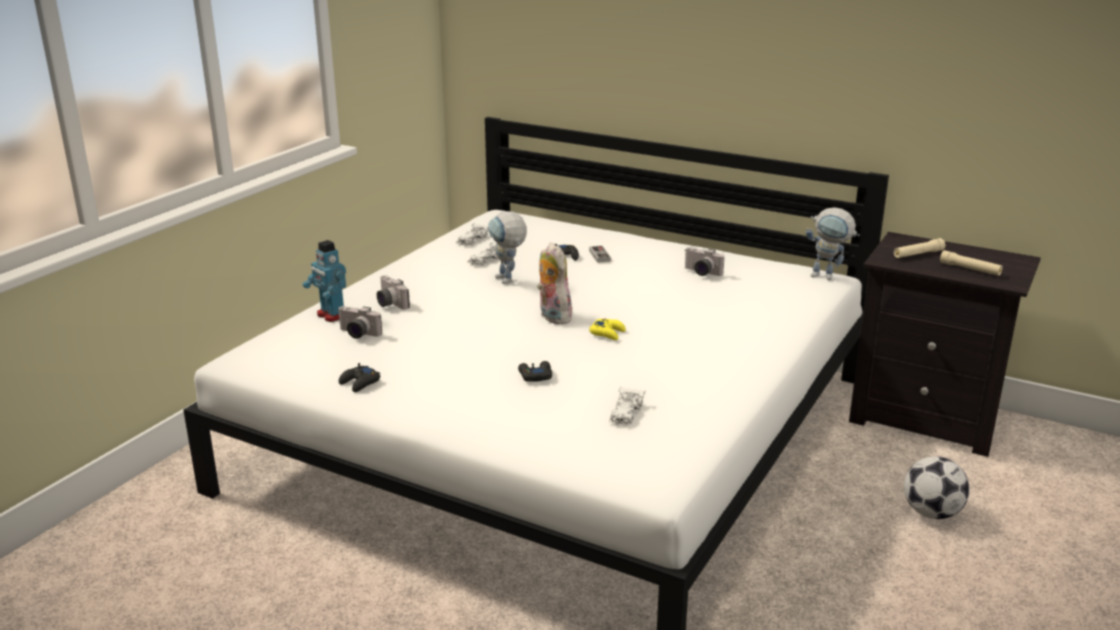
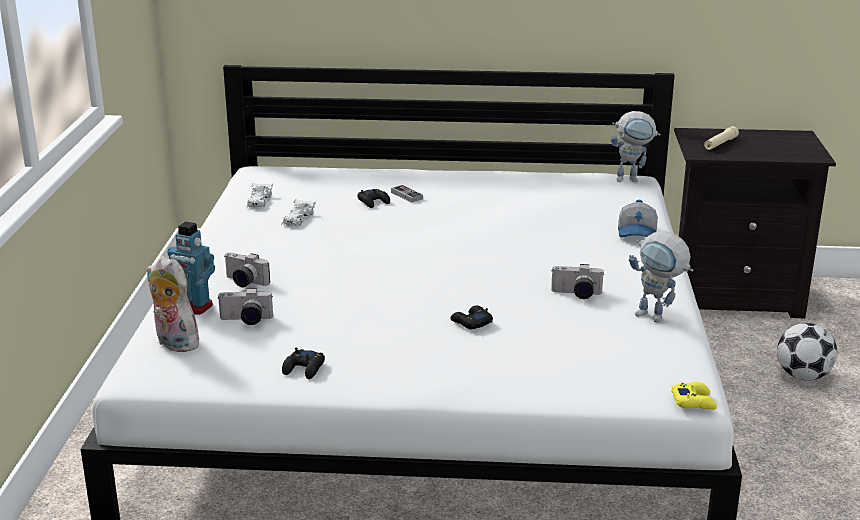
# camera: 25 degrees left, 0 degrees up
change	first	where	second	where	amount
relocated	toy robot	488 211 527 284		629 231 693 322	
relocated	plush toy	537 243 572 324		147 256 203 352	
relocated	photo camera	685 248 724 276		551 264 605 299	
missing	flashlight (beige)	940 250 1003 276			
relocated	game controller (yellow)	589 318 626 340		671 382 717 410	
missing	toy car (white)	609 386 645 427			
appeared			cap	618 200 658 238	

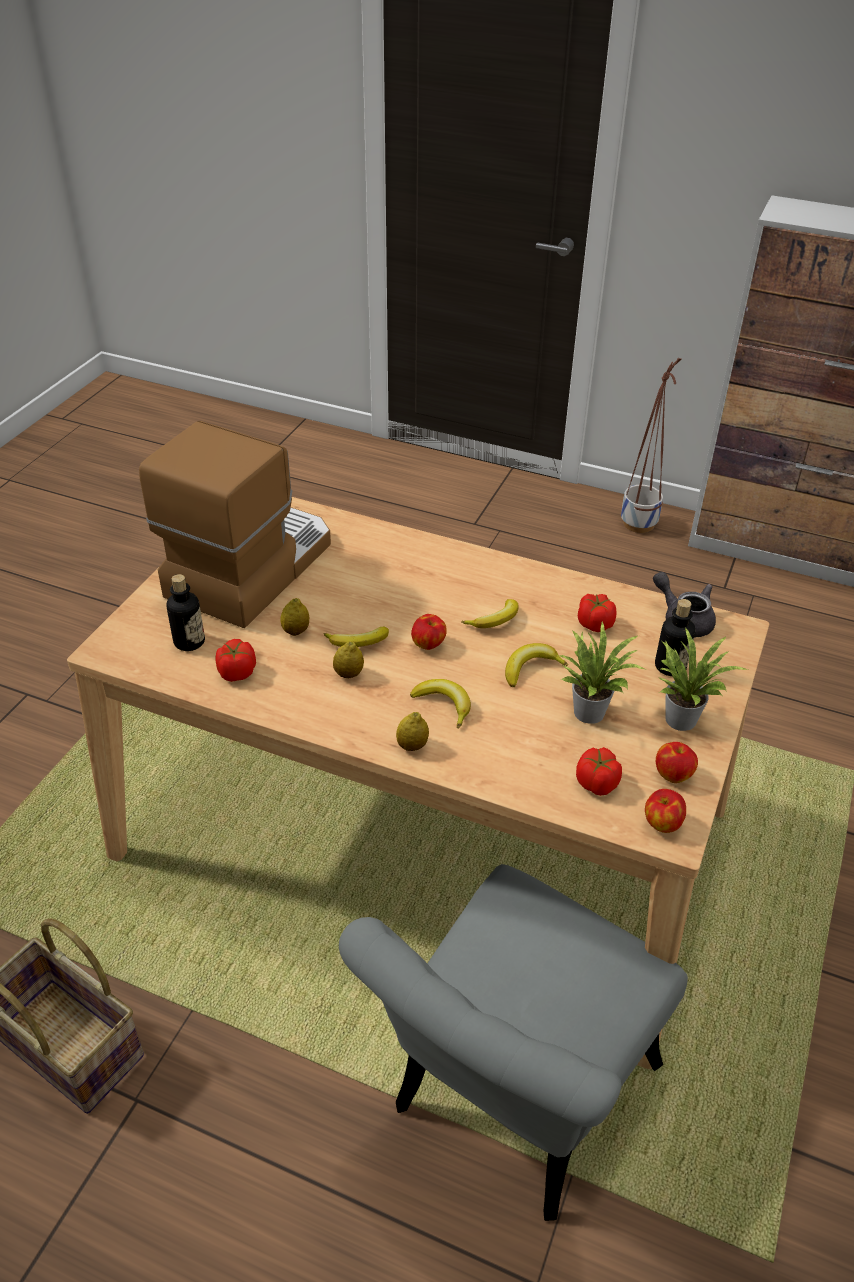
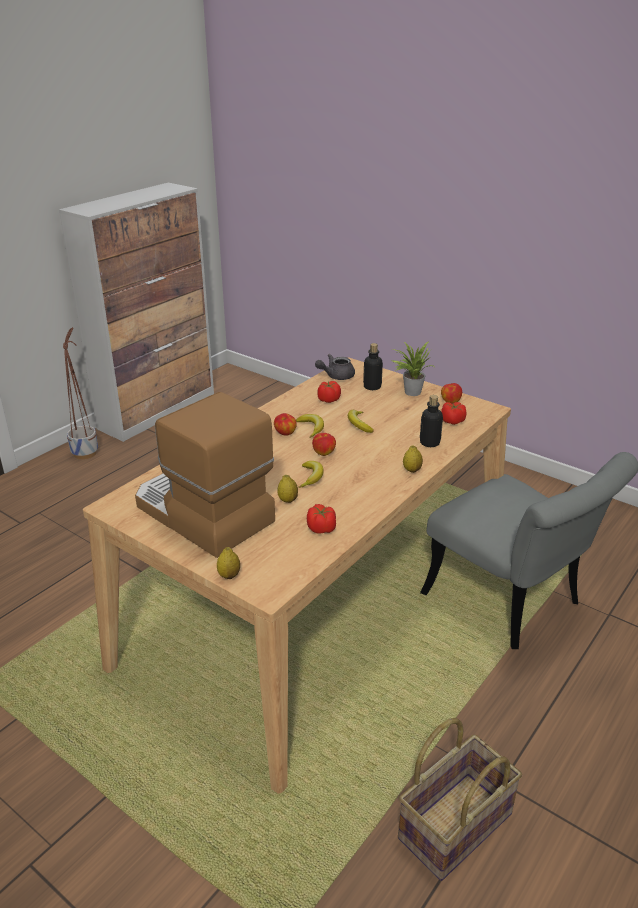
# camera: 75 degrees left, 10 degrees down
change	first	where	second	where	amount
relocated	bottle	166 574 205 651		420 395 443 447	
missing	potted plant	558 622 645 724			
relocated	lemon	333 641 364 678		217 547 240 579	
missing	banana	410 679 471 729			
relocated	apple	645 789 686 833		274 413 297 436	

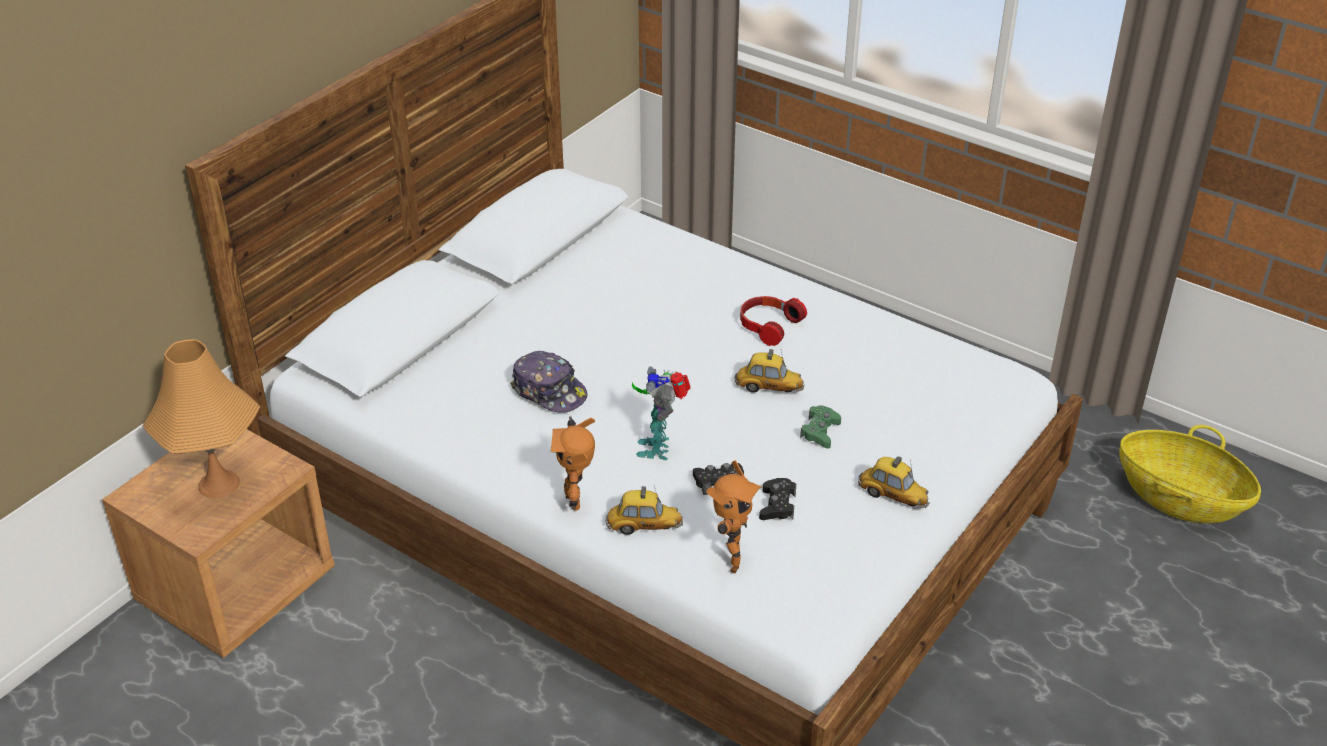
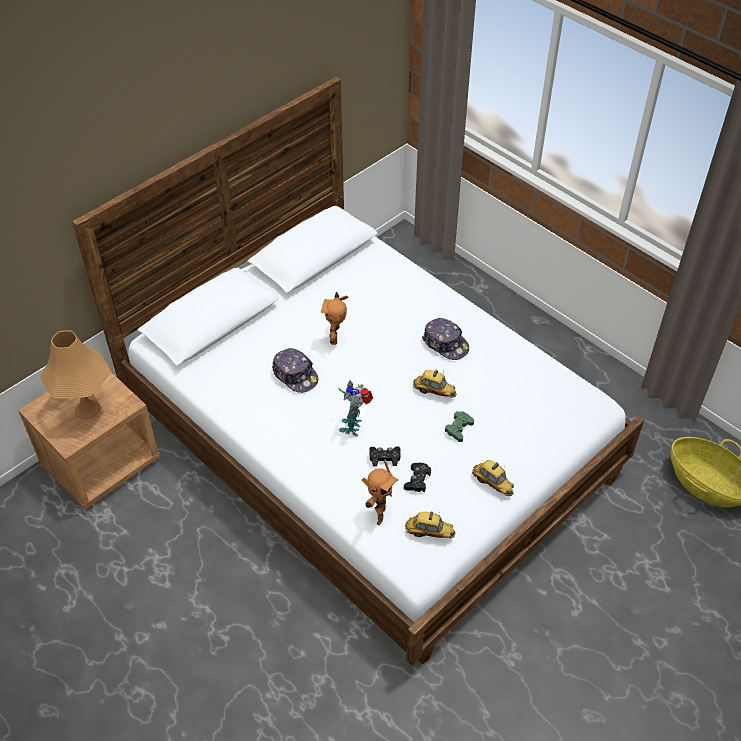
# camera: 10 degrees right, 10 degrees up
change	first	where	second	where	amount
exchanged	headphones	740 296 807 346	cap	422 318 469 360	
relocated	toy robot	551 417 595 511		321 292 349 345	
relocated	toy car	605 486 683 535		405 511 455 539	

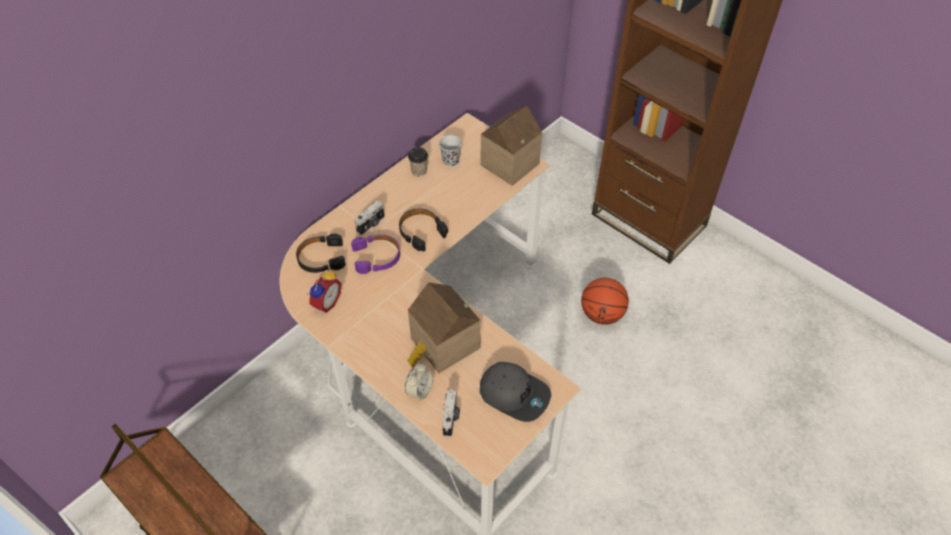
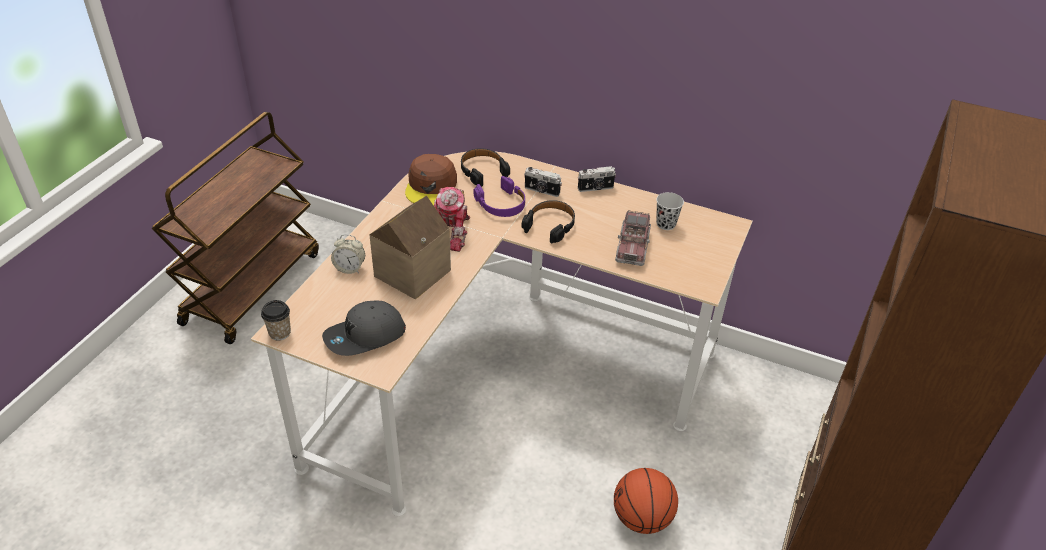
# camera: 70 degrees right, 10 degrees down
change	first	where	second	where	amount
missing	toy house	481 106 542 186			
relocated	cup	408 147 428 176		261 300 291 340	
exchanged	alarm clock	307 270 341 313	cap (brown)	405 154 457 205	
spun	cap (grey)	480 362 551 422		322 301 406 356	45 degrees clockwise
relocated	photo camera	442 389 460 437		578 166 616 192	
appeared			toy robot	434 187 470 252	
appeared			toy truck	615 210 651 266	

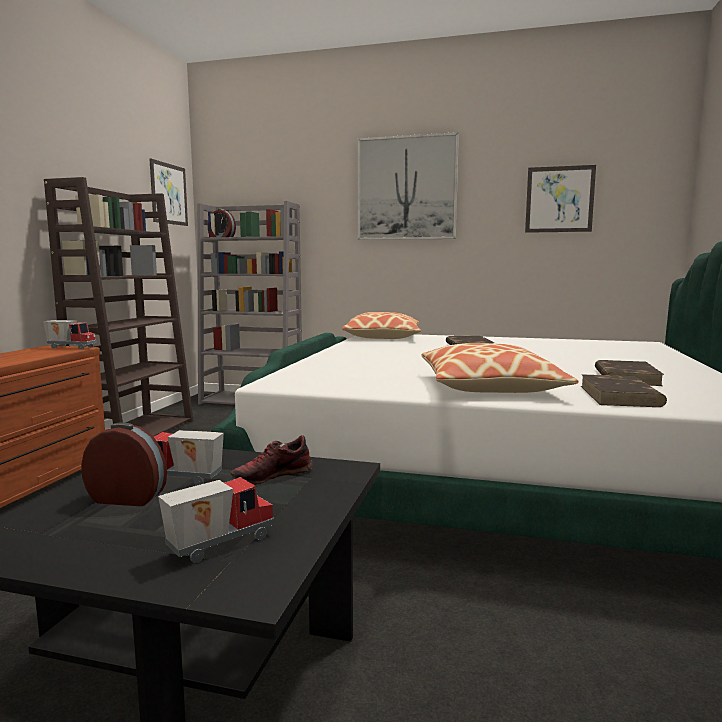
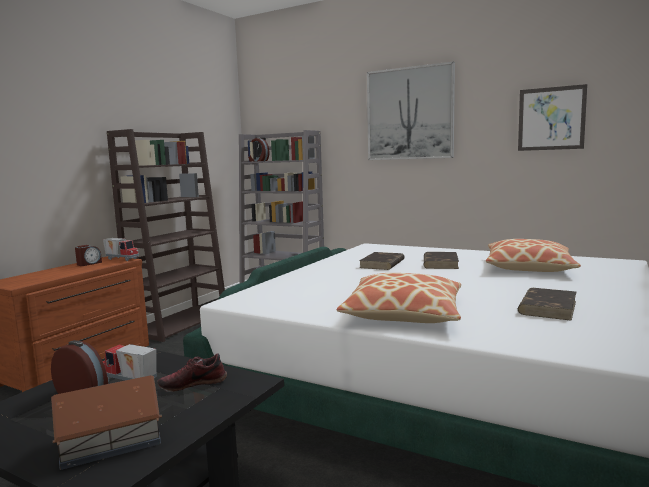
# camera: 15 degrees right, 0 degrees up
change	first	where	second	where	amount
missing	picture	149 158 188 226			
relocated	pillow	342 312 421 339		486 239 581 272	
relocated	book (brown)	581 375 667 407		359 252 404 270	
exchanged	toy truck	158 477 274 563	toy house	51 375 162 470	
appeared			alarm clock	75 245 102 266	

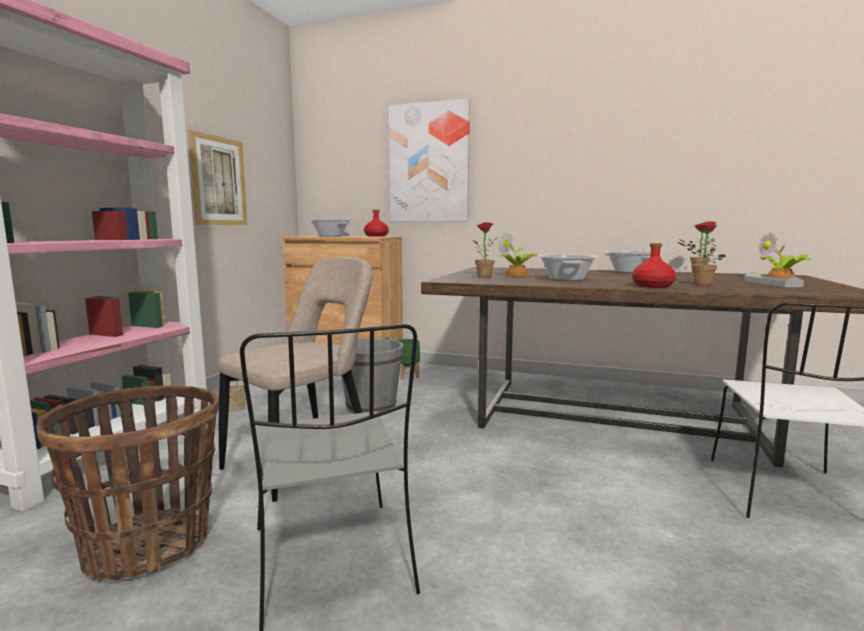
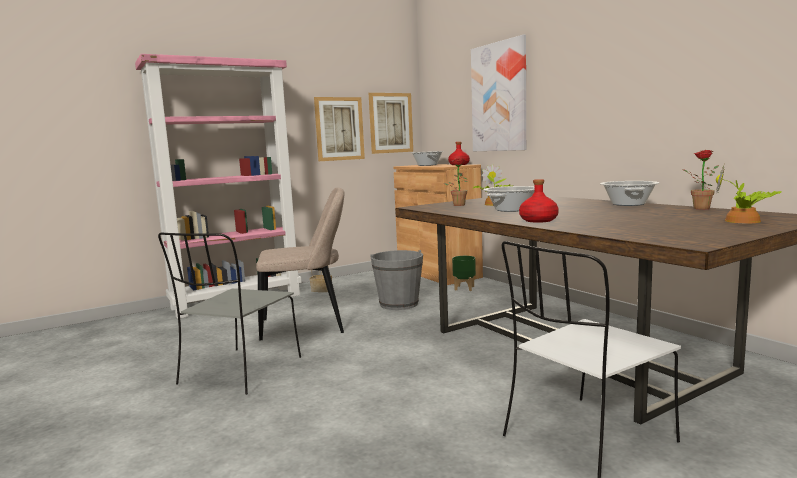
# camera: 40 degrees right, 0 degrees up
change	first	where	second	where	amount
missing	potted plant	678 221 725 286			
missing	tray (grey)	744 271 804 287			
missing	basket	37 385 219 582			
appeared			picture	369 93 413 154	

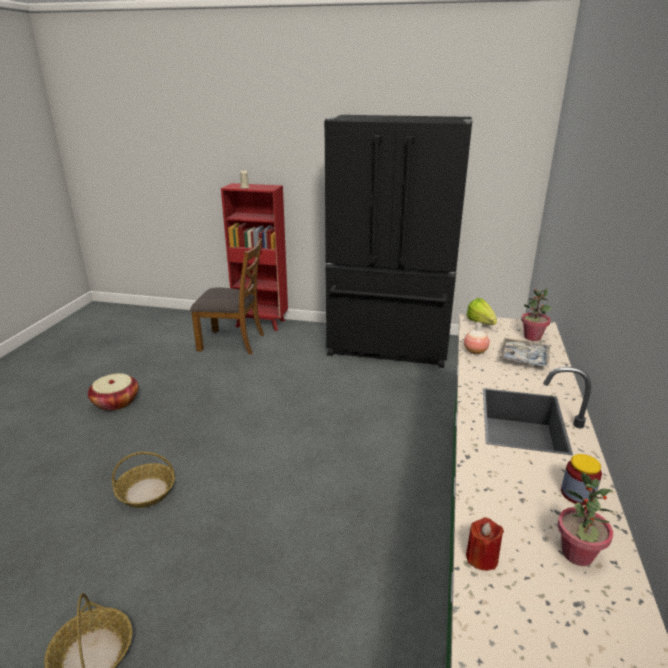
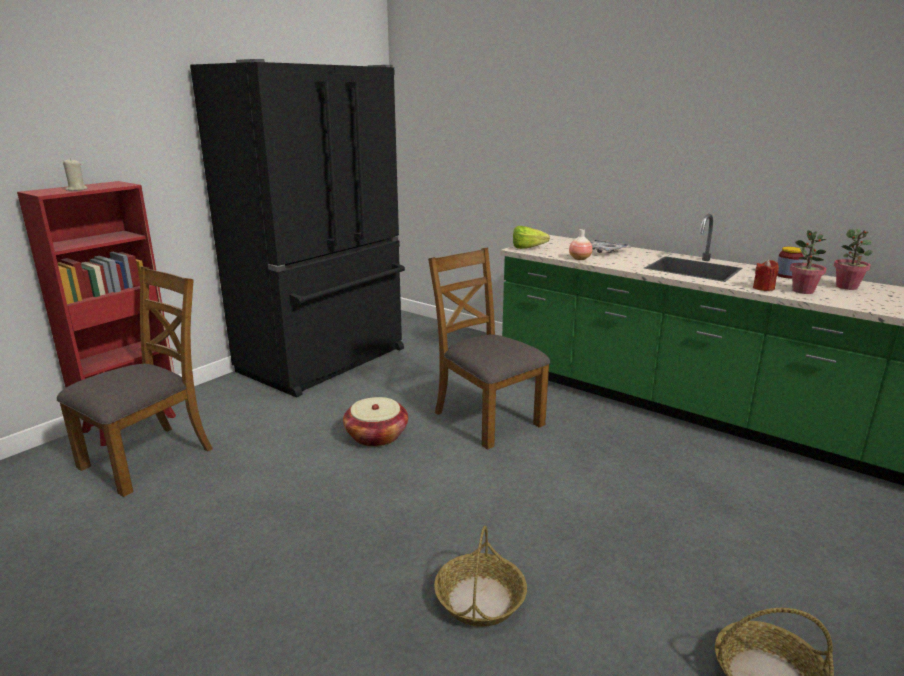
# camera: 65 degrees left, 5 degrees down
change	first	where	second	where	amount
relocated	potted plant	521 288 552 341		790 230 827 294	
relocated	basket	88 373 139 411		343 397 408 447	
relocated	candle (red)	466 517 504 571		753 259 779 291	
appeared			chair (brown)	428 247 550 450	

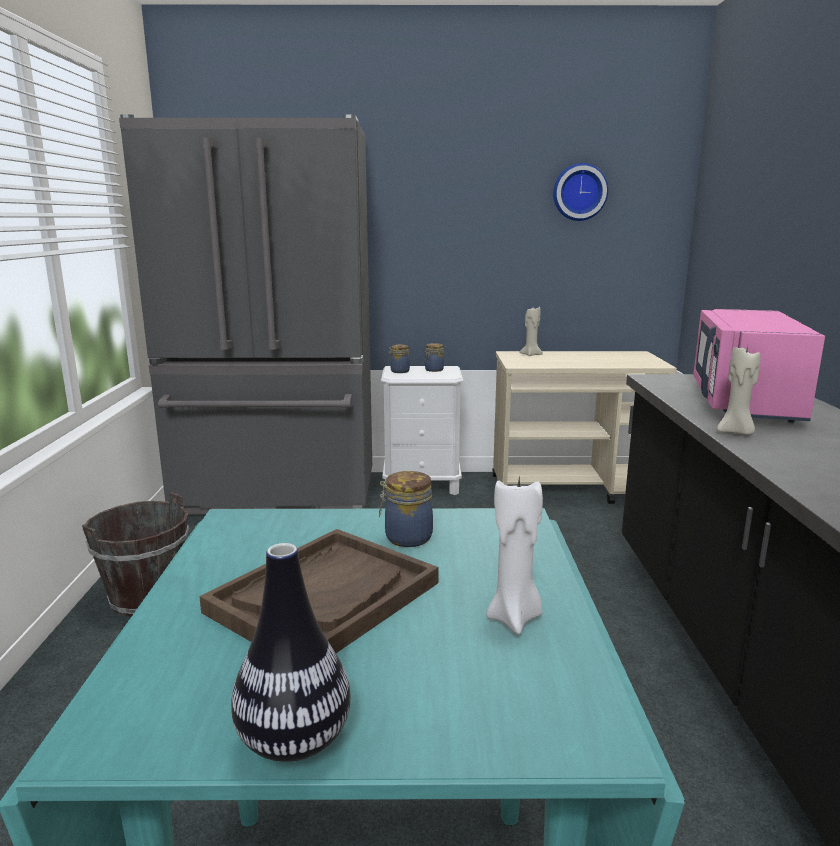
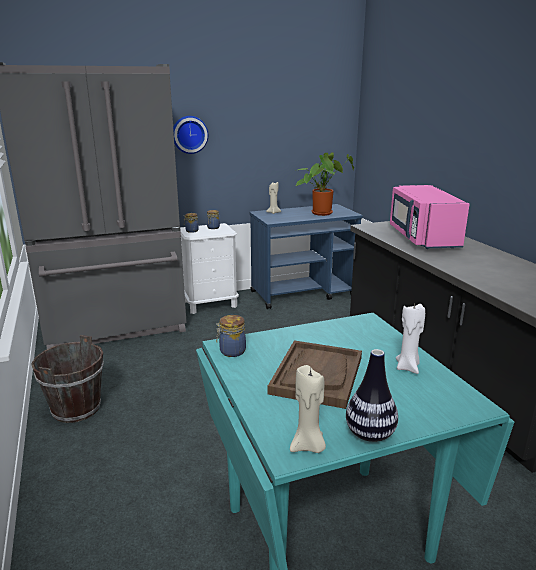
# camera: 20 degrees left, 5 degrees up
change	first	where	second	where	amount
relocated	wall clock	553 163 608 221		173 116 208 154	
relocated	candle (beige)	717 346 761 435		290 365 326 453	
colour	cart (beige)	492 351 677 504	cart (blue)	250 204 363 309	
relocated	jar	379 471 433 547		216 315 246 357	
appeared			potted plant	296 152 354 216	

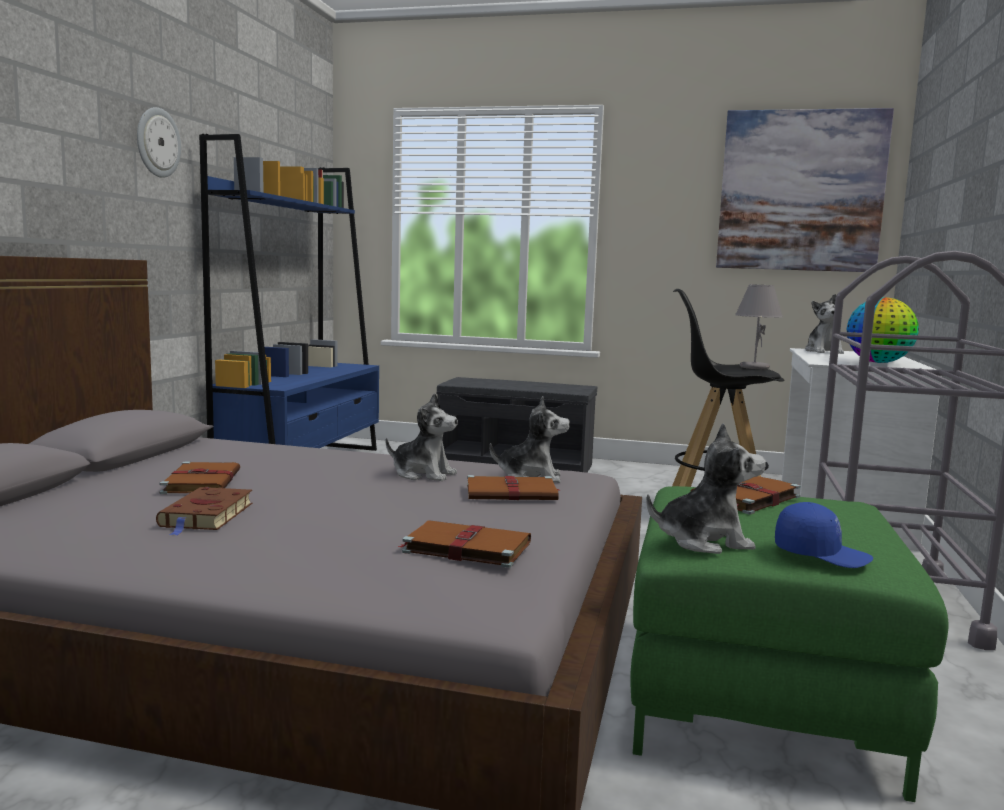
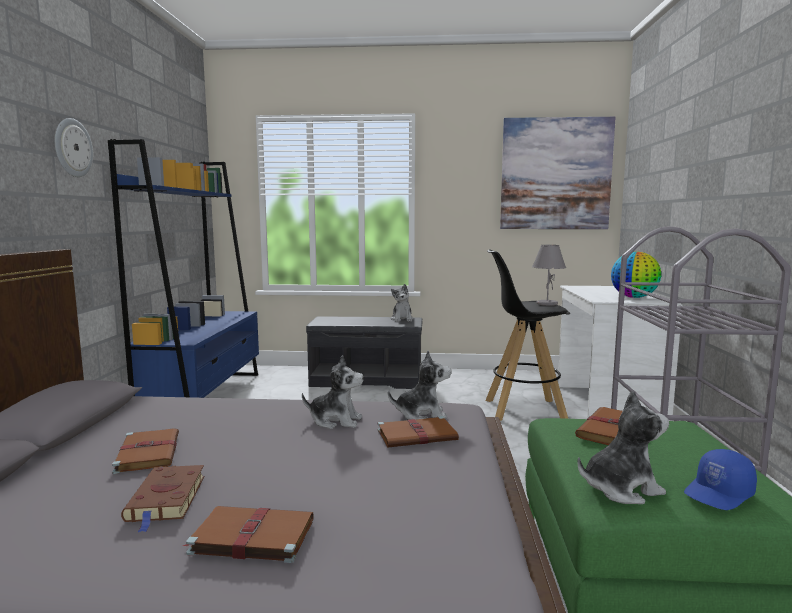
# camera: 10 degrees left, 0 degrees up
change	first	where	second	where	amount
relocated	plush toy	805 294 844 354		391 284 414 322	
spun	cap (blue)	775 502 873 568		684 449 757 510	135 degrees clockwise
relocated	book (brown)	398 520 531 568		183 506 314 563	

